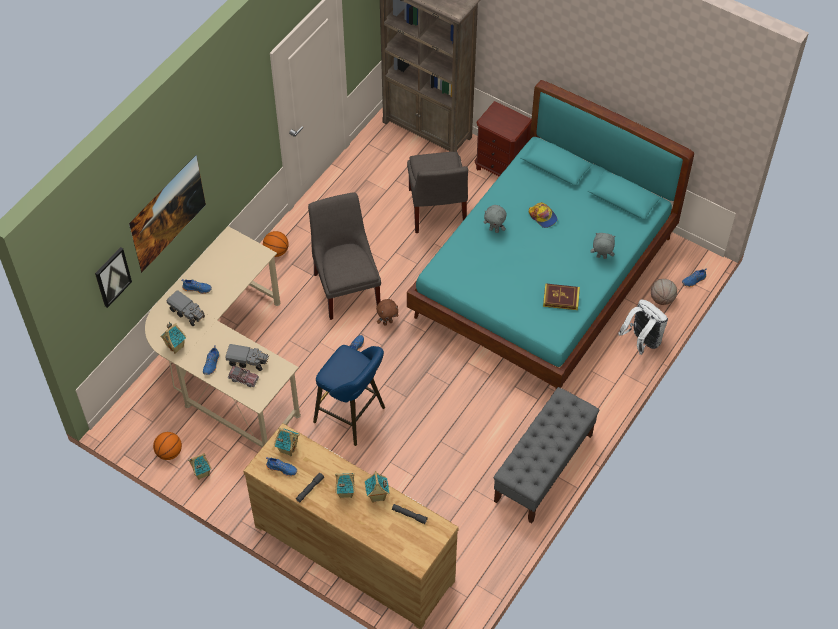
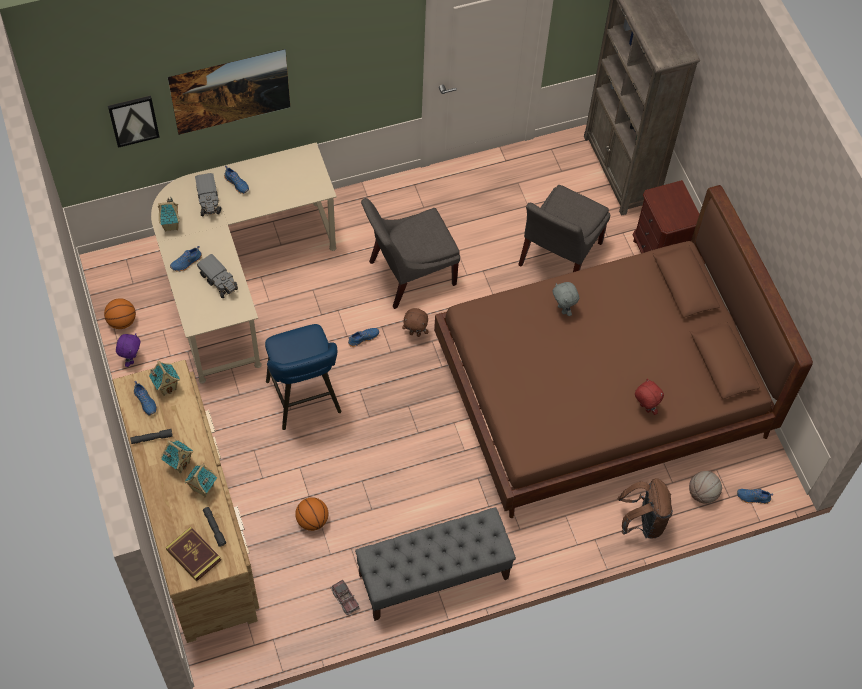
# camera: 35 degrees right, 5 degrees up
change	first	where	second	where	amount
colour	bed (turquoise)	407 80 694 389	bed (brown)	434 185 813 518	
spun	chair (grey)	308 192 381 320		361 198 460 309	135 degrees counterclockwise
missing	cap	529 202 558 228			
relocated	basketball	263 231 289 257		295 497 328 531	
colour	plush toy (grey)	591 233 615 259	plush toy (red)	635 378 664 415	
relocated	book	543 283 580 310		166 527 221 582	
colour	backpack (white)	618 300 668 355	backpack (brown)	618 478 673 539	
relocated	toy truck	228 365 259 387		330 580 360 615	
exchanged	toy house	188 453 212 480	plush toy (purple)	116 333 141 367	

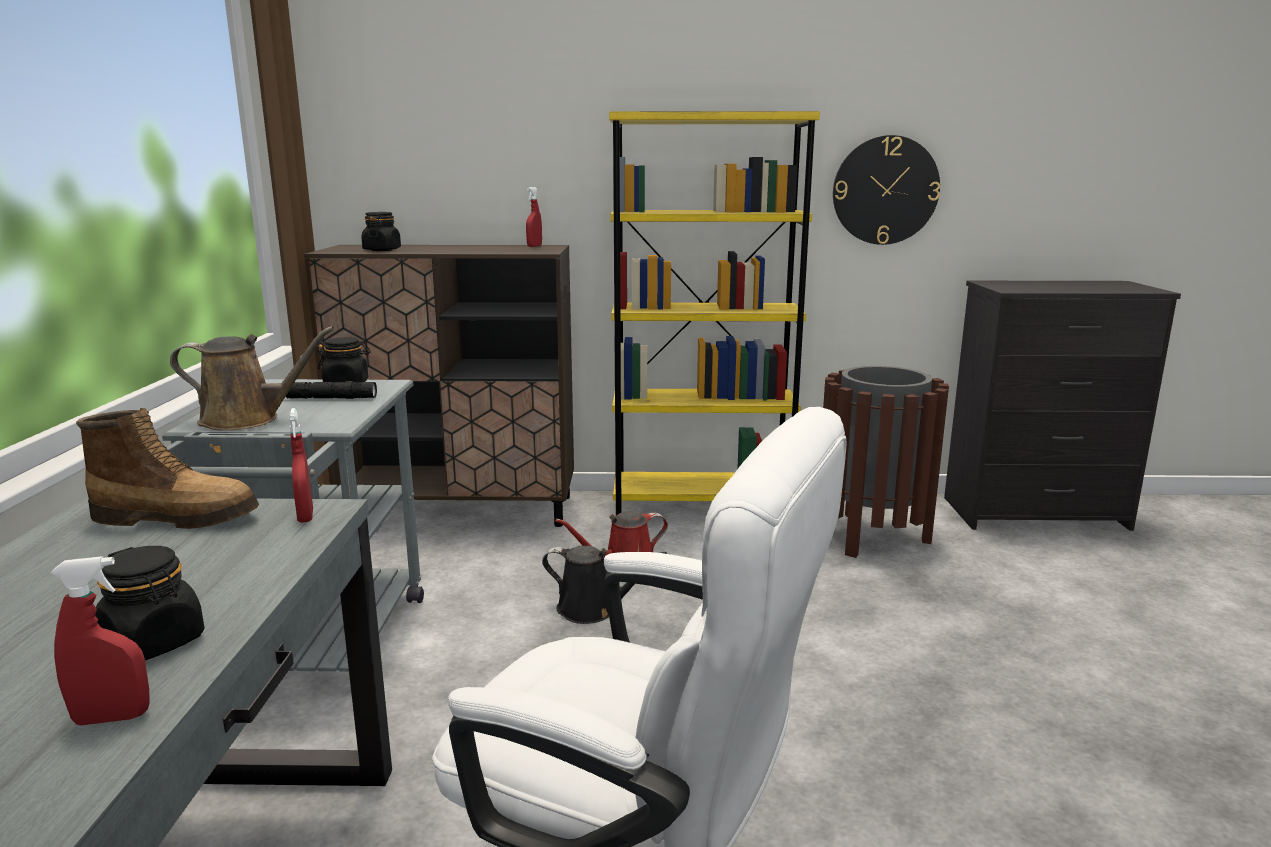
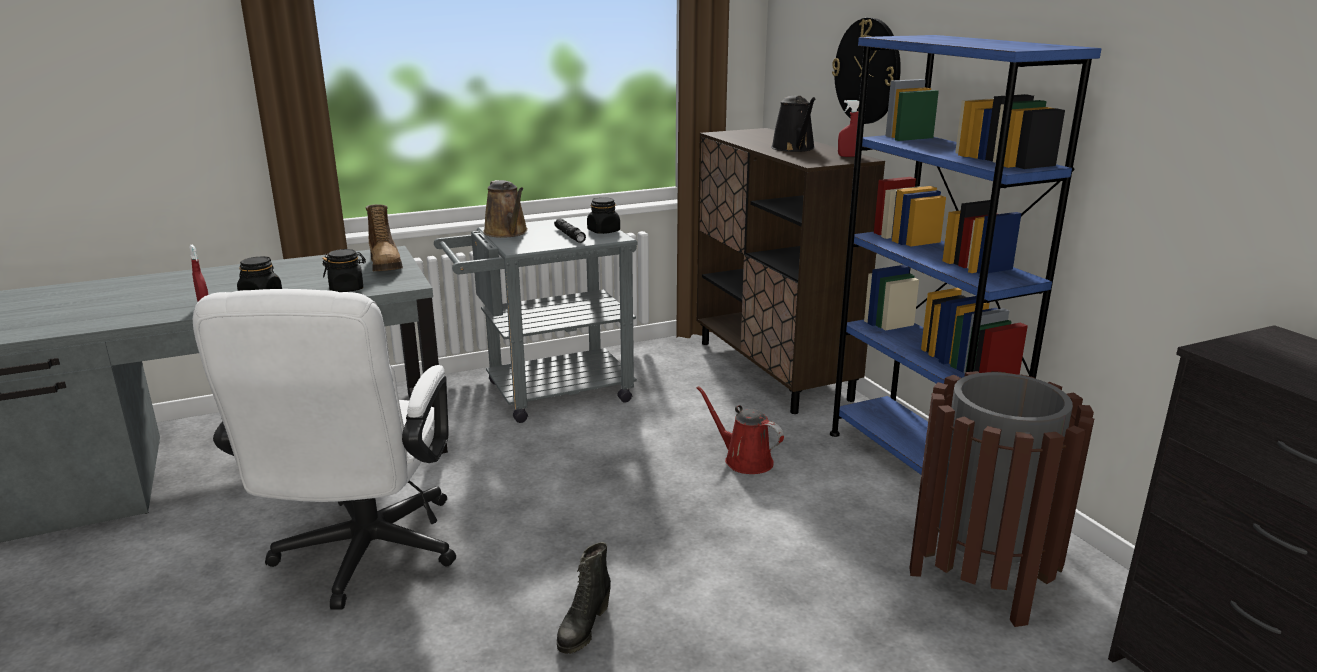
# camera: 65 degrees right, 5 degrees up
change	first	where	second	where	amount
colour	bookcase (yellow)	609 111 820 515	bookcase (blue)	830 35 1102 475	
relocated	wall clock	833 135 940 245		832 18 901 124	
relocated	jar (black)	361 212 401 251		322 249 366 292	
missing	spray bottle (red)	289 408 313 523			
relocated	watering can (black)	542 545 667 624		771 96 816 152	
appeared			boot (black)	557 542 611 654	

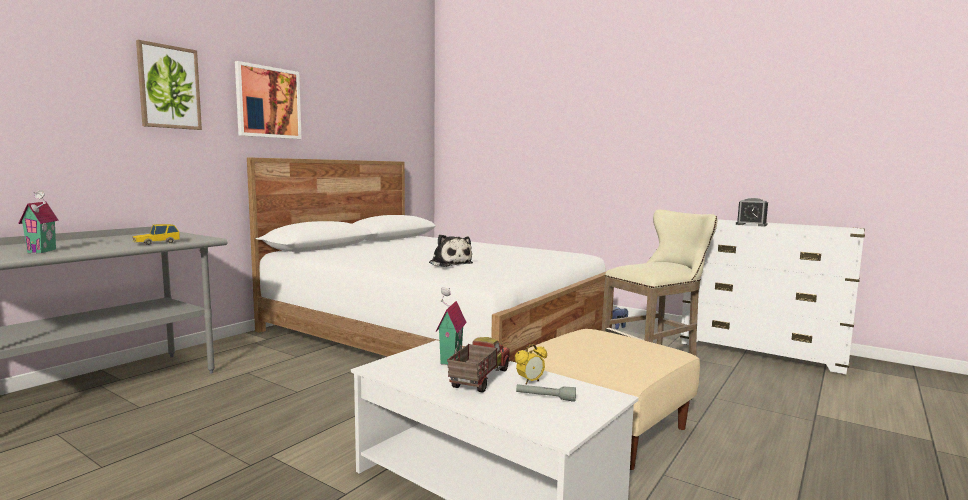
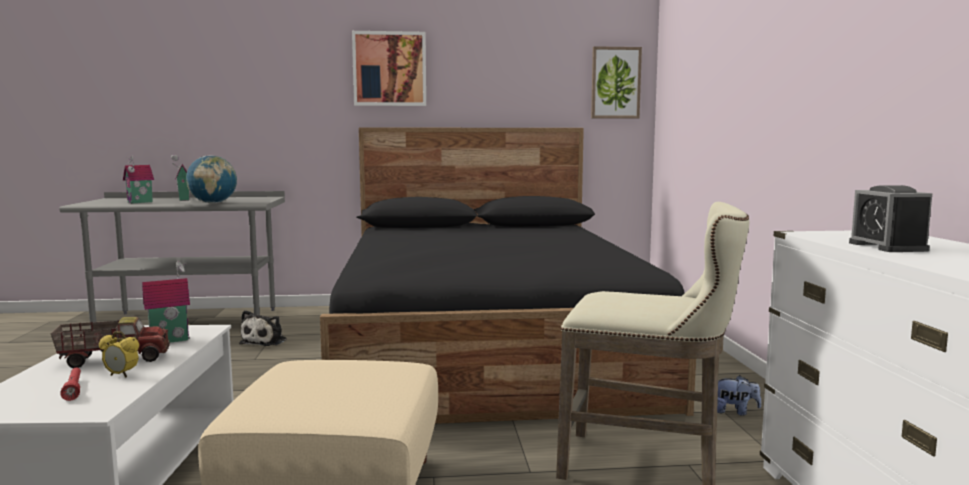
# camera: 50 degrees right, 0 degrees up
change	first	where	second	where	amount
relocated	picture	136 40 202 130		591 46 642 119	
colour	bed (white)	247 157 614 362	bed (black)	320 127 696 424	
exchanged	toy car	132 224 180 245	globe	186 155 237 203	
relocated	plush toy	429 234 473 267		239 310 287 346	
colour	flashlight (grey)	516 384 576 402	flashlight (red)	60 368 81 401	
appeared			toy house	171 155 190 201	

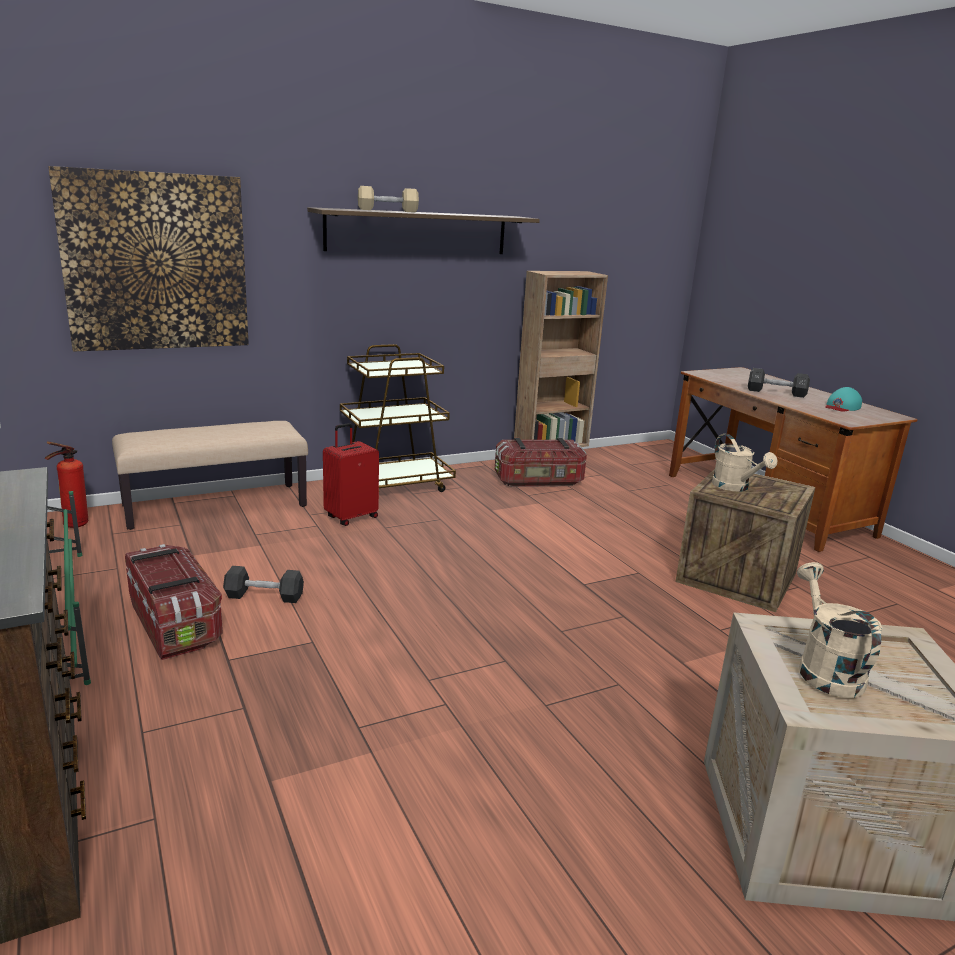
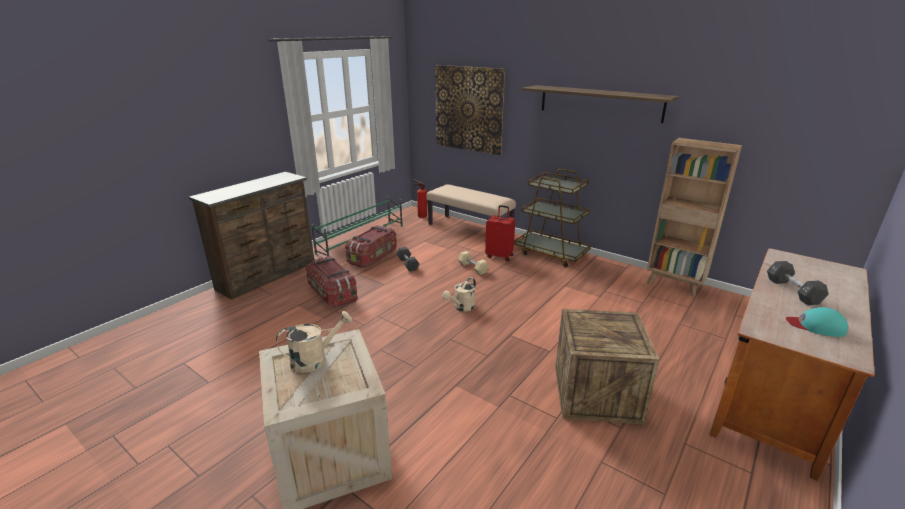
# camera: 65 degrees right, 5 degrees up
change	first	where	second	where	amount
relocated	dumbbell (beige)	358 186 419 213		458 251 489 275	
relocated	watering can (beige)	712 434 777 492		442 277 476 312	
relocated	storage box	495 438 587 487		305 256 358 307	

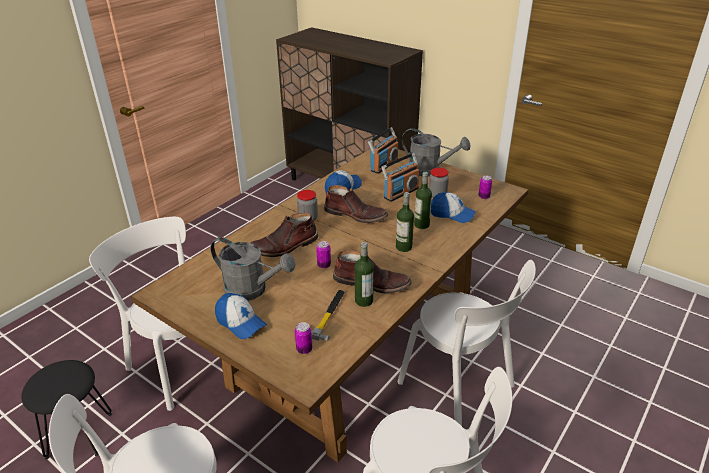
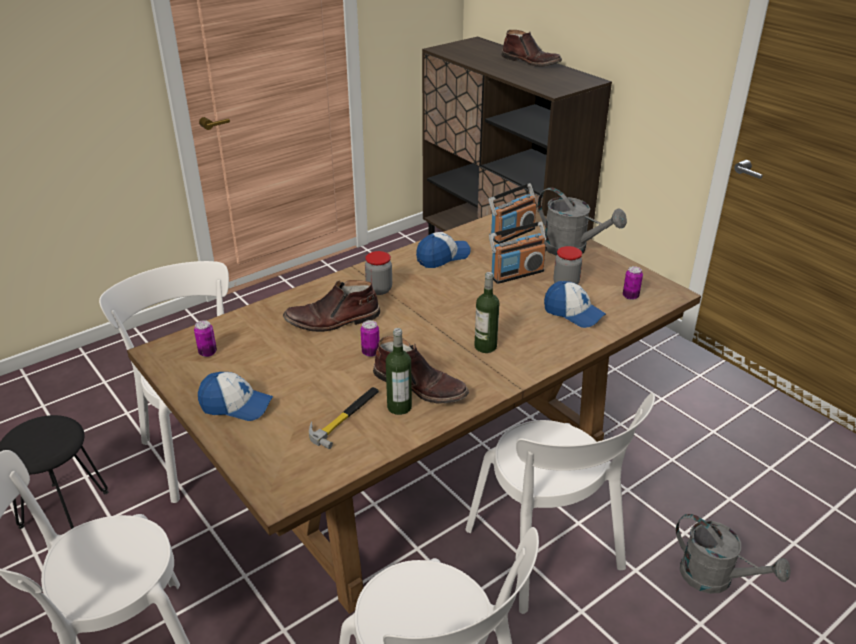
# camera: 15 degrees right, 0 degrees up
change	first	where	second	where	amount
missing	bottle	414 172 432 229			
relocated	boot (brown)	324 185 388 223		501 30 562 67	
relocated	watering can (grey)	210 237 296 301		676 514 791 594	
spun	cap	215 293 267 339		198 372 273 421	45 degrees counterclockwise
relocated	can	295 322 313 354		194 320 217 357	

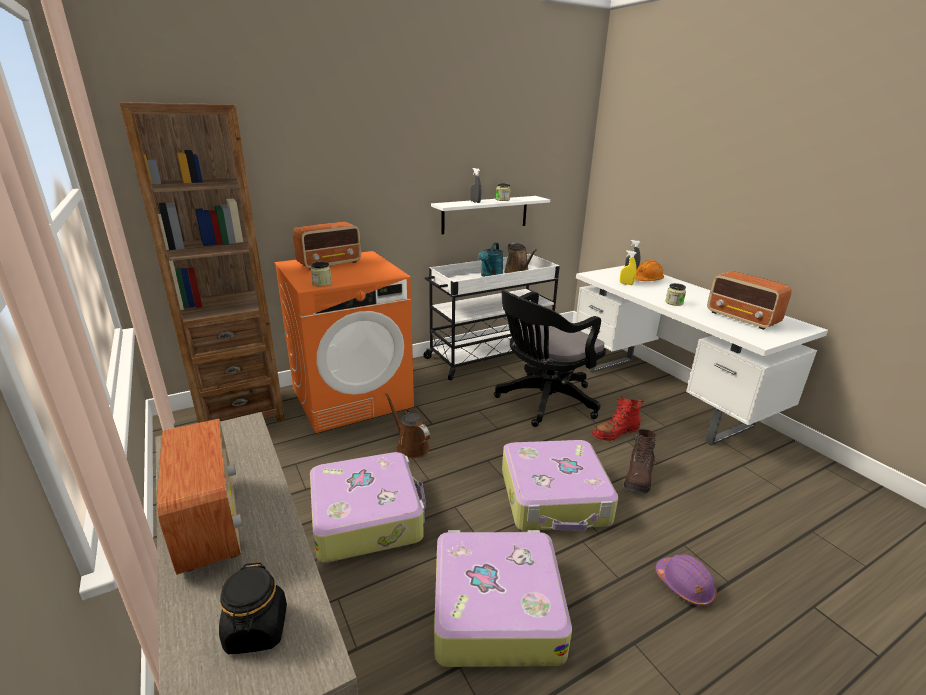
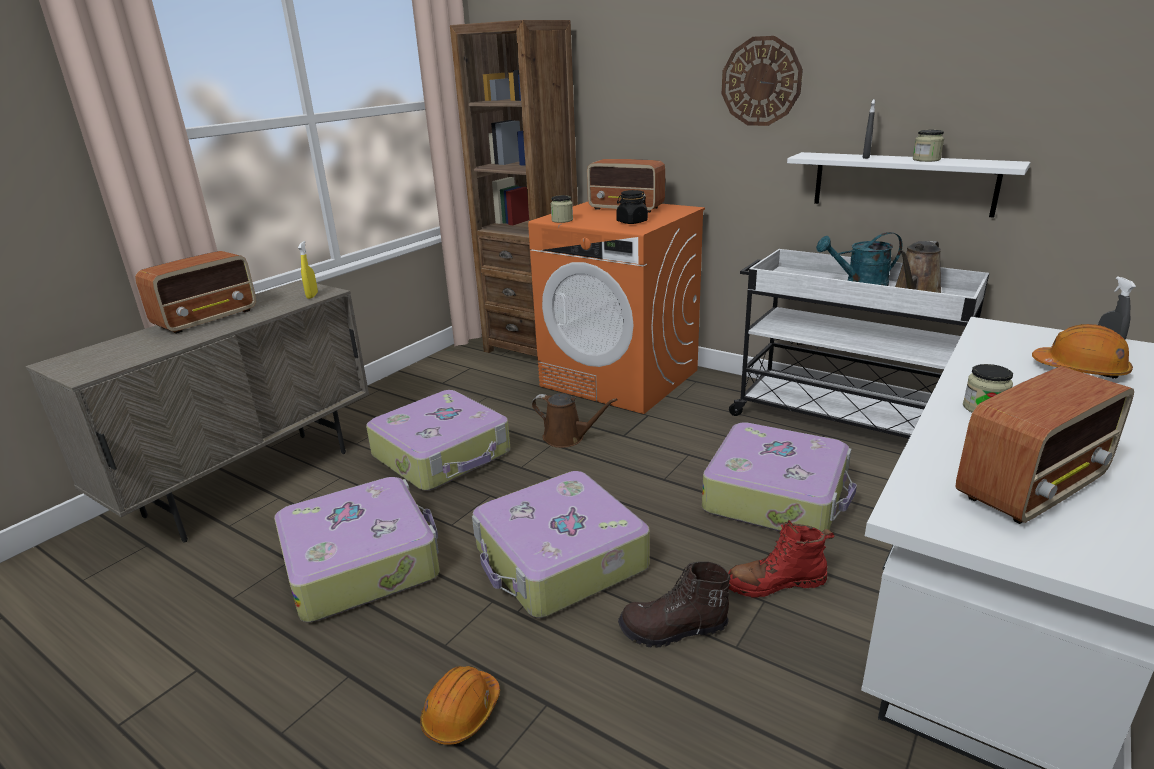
# camera: 65 degrees right, 0 degrees up
change	first	where	second	where	amount
relocated	spray bottle (yellow)	620 250 637 285		298 241 318 299	
spun	radio	707 271 792 330		955 366 1134 524	150 degrees counterclockwise
exchanged	office chair (black)	494 290 606 427	suitcase	702 422 857 532	
spun	watering can (brown)	385 392 430 459		532 393 617 448	90 degrees clockwise
spun	boot (red)	592 396 644 441		728 519 835 598	45 degrees counterclockwise
colour	hard hat (purple)	656 554 717 606	hard hat (orange)	420 666 500 745	
relocated	jar (black)	219 562 287 654		616 190 648 224	
appeared			wall clock	722 36 803 126	

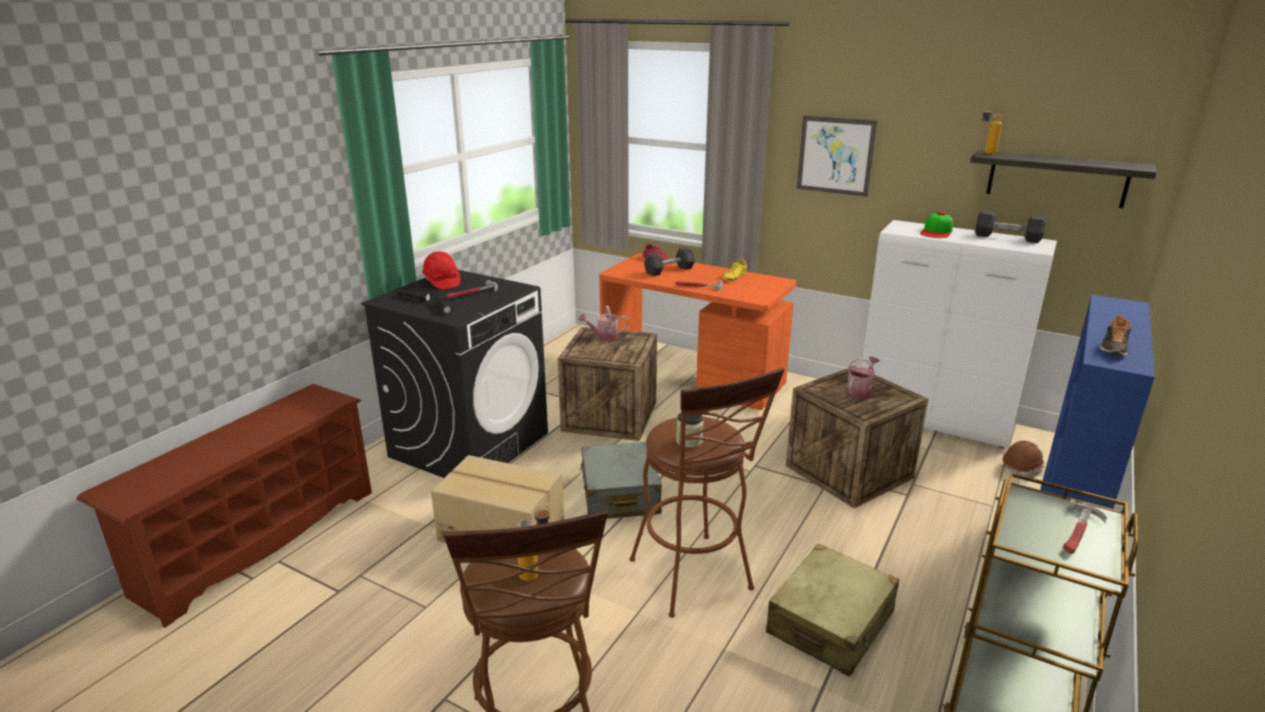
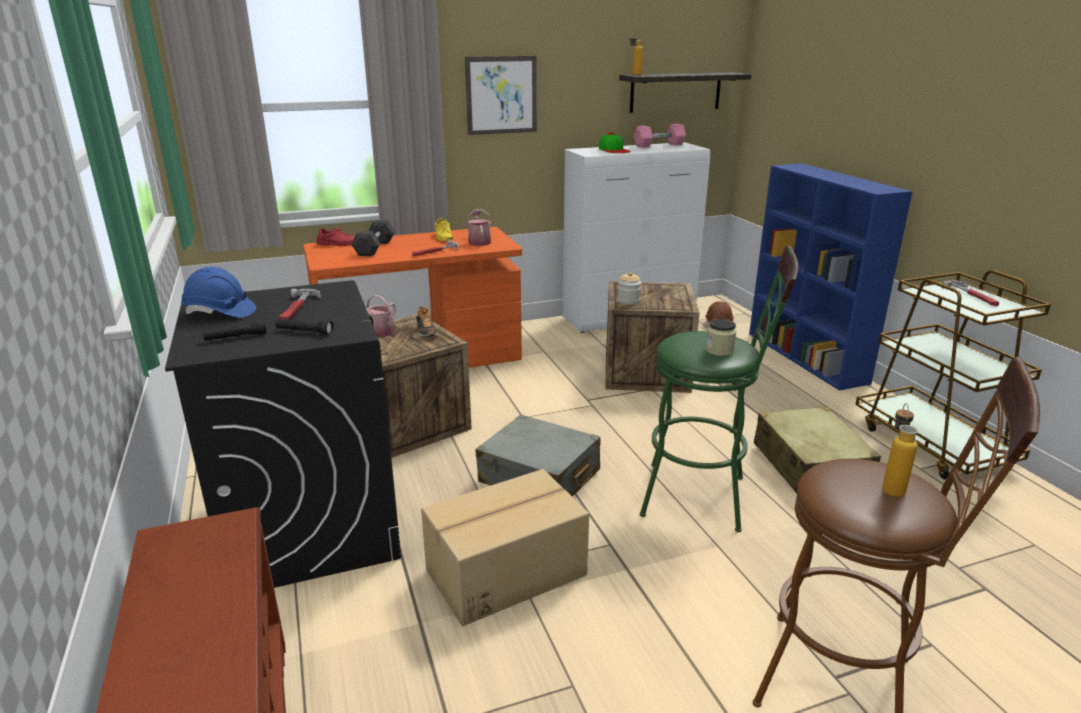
# camera: 50 degrees left, 0 degrees up
change	first	where	second	where	amount
colour	dumbbell (grey)	975 211 1046 243	dumbbell (pink)	634 124 686 148	
colour	hard hat (red)	422 251 460 289	hard hat (blue)	181 267 256 318	
relocated	shoe	1099 316 1131 356		416 306 437 337	
relocated	watering can	846 356 880 399		466 209 492 246	
colour	stool (brown)	630 368 784 618	stool (green)	640 245 799 532	
appeared			jar	617 272 641 305	

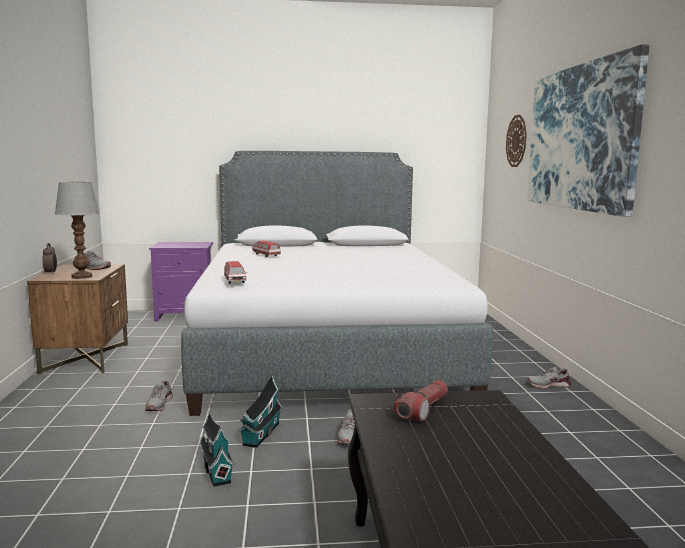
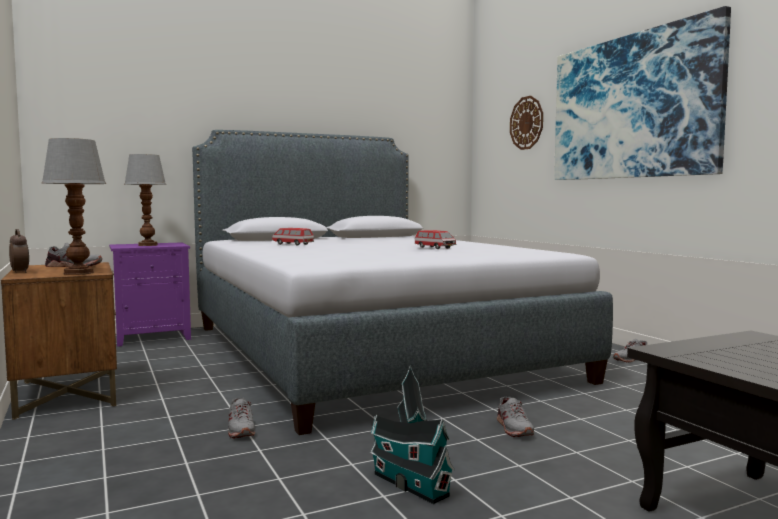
# camera: 20 degrees left, 5 degrees down
change	first	where	second	where	amount
relocated	toy car	224 261 247 284		415 230 456 249	
missing	flashlight	393 380 448 421			
appeared			table lamp	124 154 166 246	

